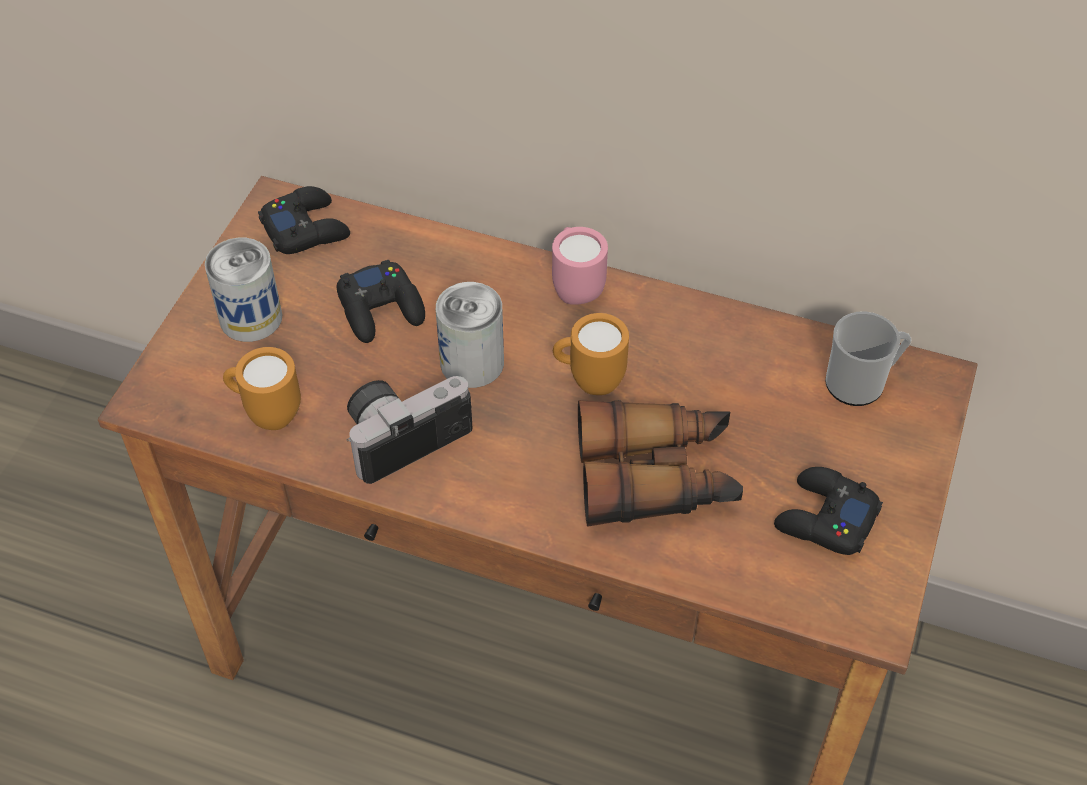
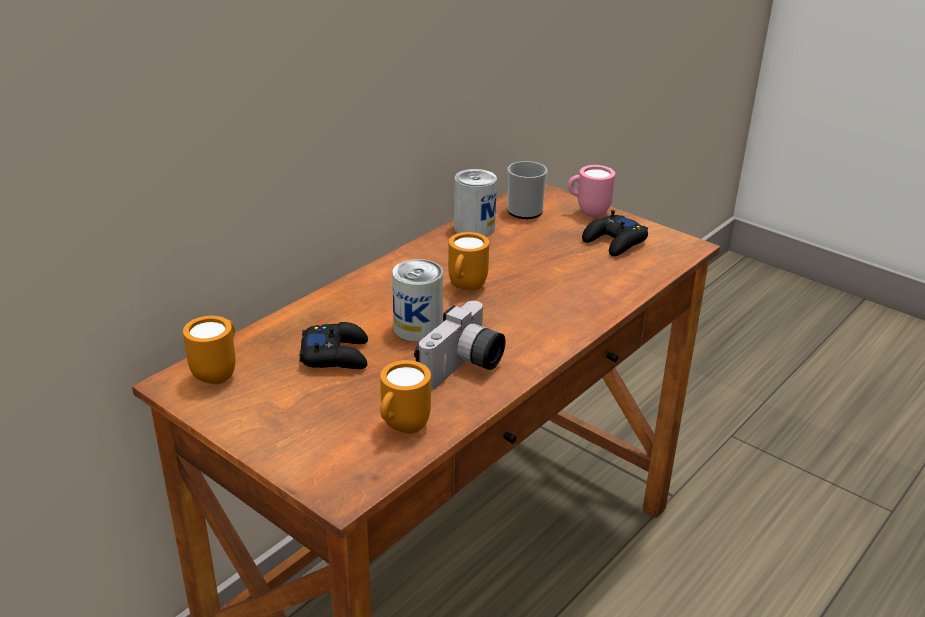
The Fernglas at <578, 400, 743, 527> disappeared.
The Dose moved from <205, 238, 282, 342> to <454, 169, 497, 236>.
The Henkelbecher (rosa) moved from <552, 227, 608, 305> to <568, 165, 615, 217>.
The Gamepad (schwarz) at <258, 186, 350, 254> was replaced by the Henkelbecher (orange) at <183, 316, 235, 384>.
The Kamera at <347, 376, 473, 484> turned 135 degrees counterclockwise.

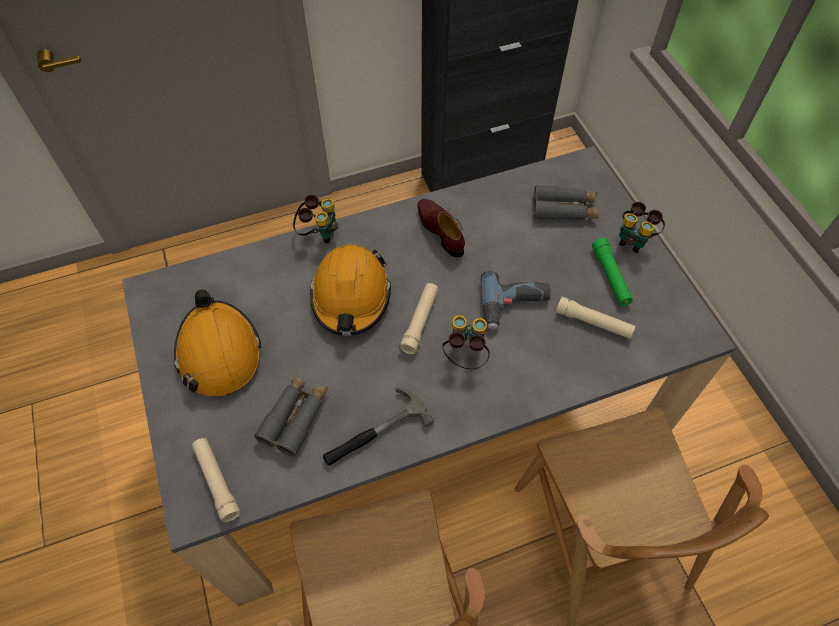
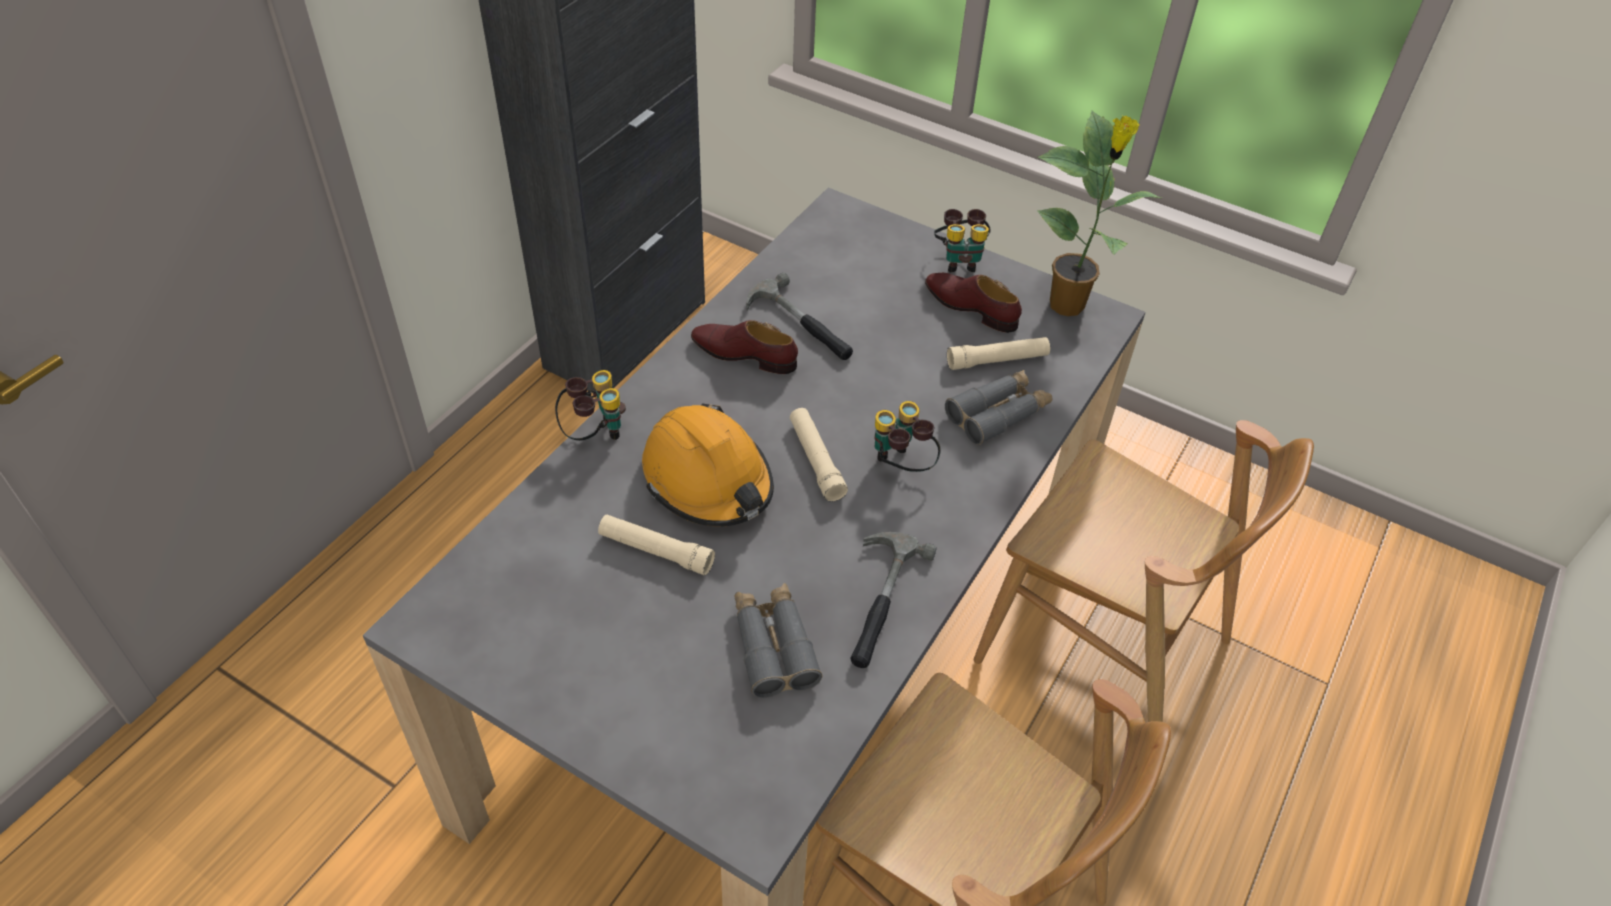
The Schutzhelm (orange) at <174, 289, 262, 397> disappeared.
The Bohrmaschine at <481, 271, 551, 330> disappeared.
The Hammer at <746, 273, 853, 360> appeared.
The Topfpflanze at <1037, 110, 1162, 316> appeared.
The Taschenlampe (beige) moved from <192, 438, 241, 523> to <598, 515, 715, 575>.
The Fernglas (grau) moved from <533, 185, 599, 220> to <945, 370, 1052, 445>.
The Taschenlampe (grün) at <592, 238, 633, 306> was replaced by the Schuh (braun) at <925, 273, 1022, 333>.

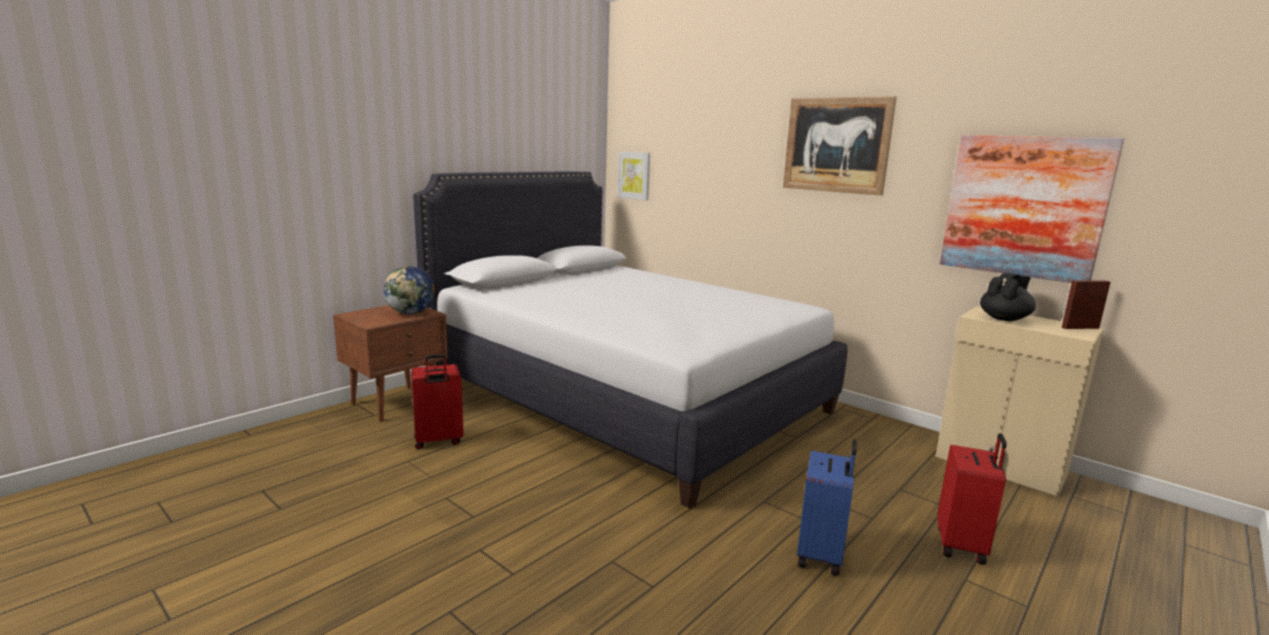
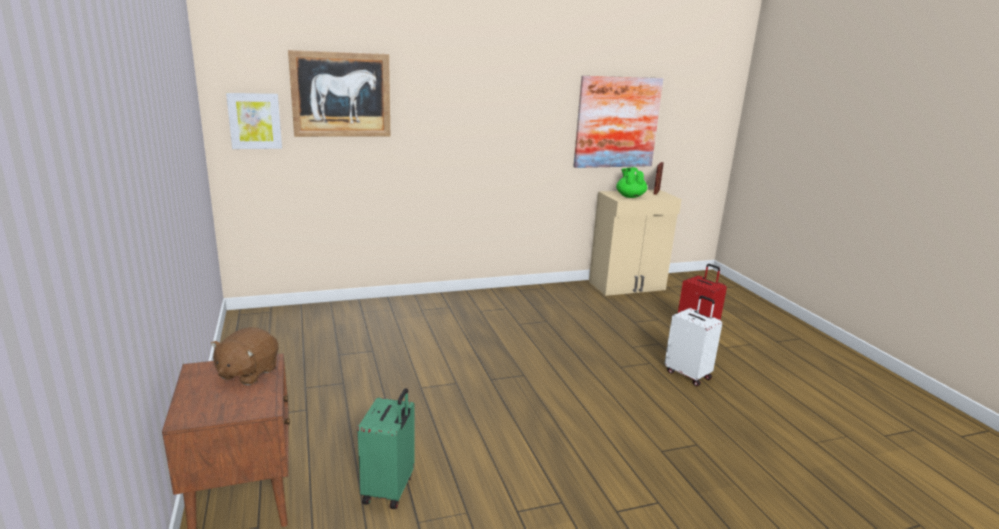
The Bett (weiß) at <413, 172, 847, 509> disappeared.
The Bild moved from <783, 96, 897, 196> to <288, 50, 390, 137>.
The Globus at <384, 266, 434, 314> was replaced by the Plüschtier (braun) at <211, 327, 278, 385>.
The Koffer (rot) at <411, 354, 464, 450> became the Koffer (grün) at <358, 388, 415, 509>.
The Koffer (blau) at <797, 439, 857, 576> became the Koffer (weiß) at <665, 295, 722, 386>.
The Teekanne (schwarz) at <980, 273, 1036, 321> became the Teekanne (grün) at <616, 167, 647, 198>.

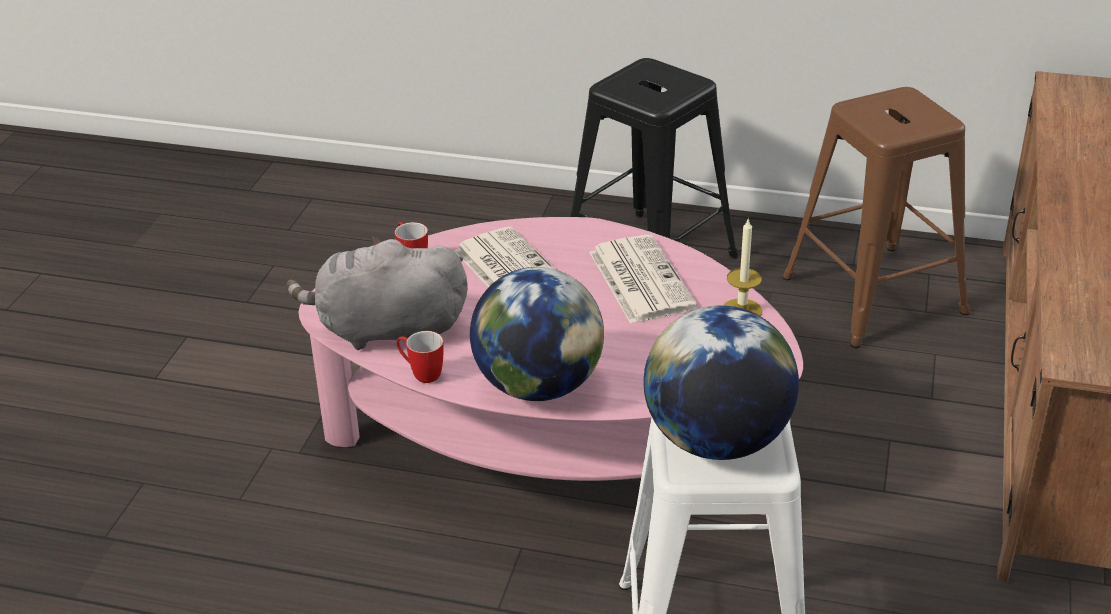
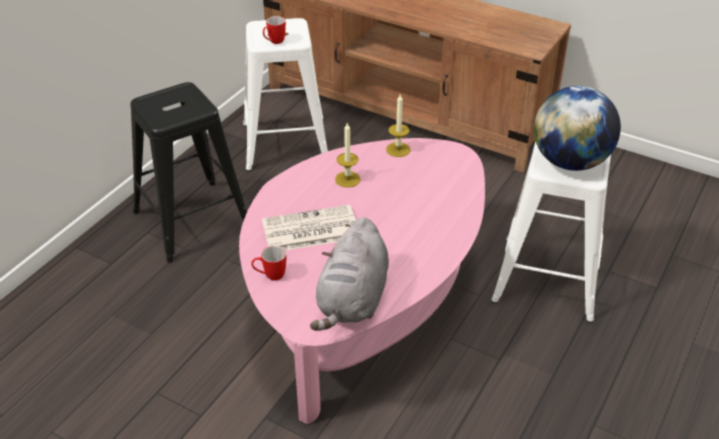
The Globus at <470, 267, 604, 401> disappeared.
The Henkelbecher moved from <397, 331, 444, 383> to <263, 16, 286, 44>.
The Zeitung at <589, 235, 697, 323> was replaced by the Kerze at <335, 123, 361, 188>.
The Hocker (braun) at <782, 87, 970, 348> became the Hocker (weiß) at <243, 18, 328, 171>.

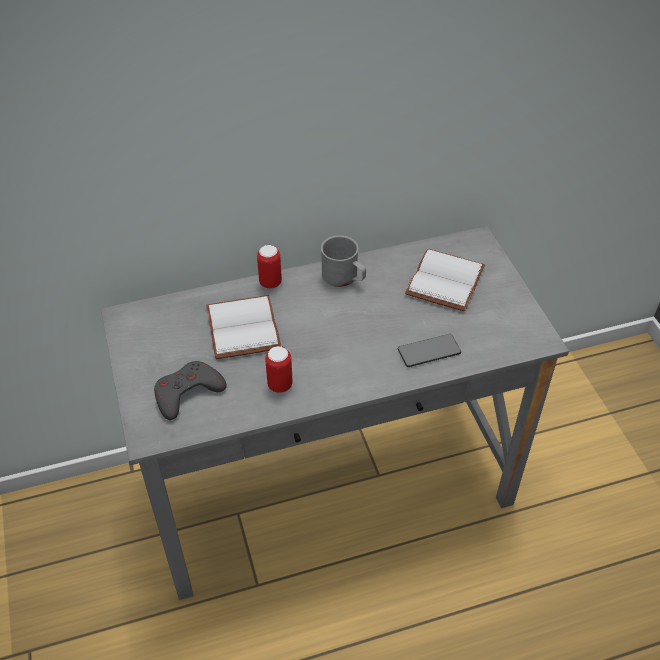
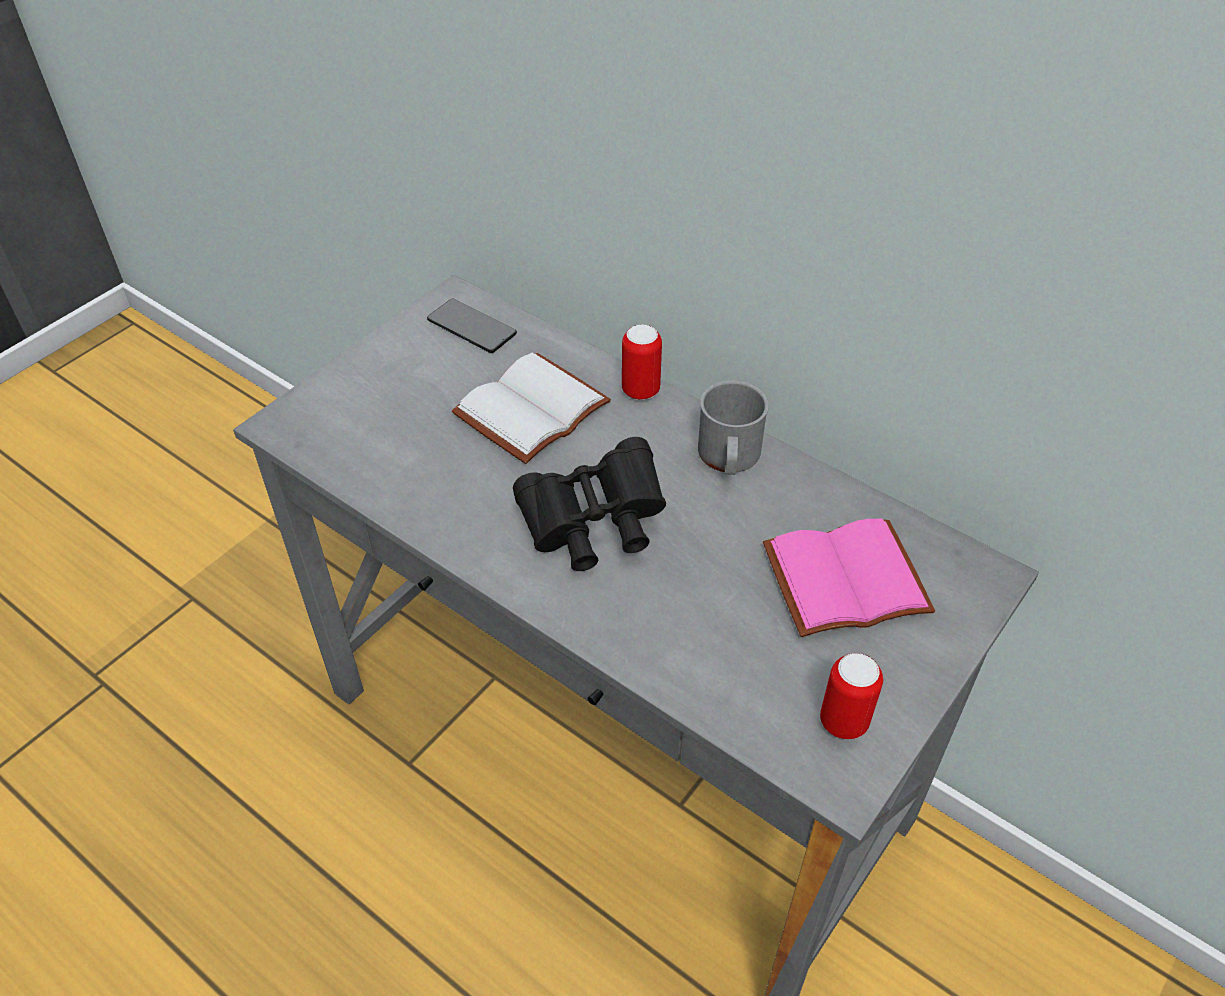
The Gamepad (grau) at <154, 361, 227, 420> disappeared.
The Fernglas (schwarz) at <513, 437, 666, 571> appeared.
The Dose moved from <265, 346, 293, 393> to <820, 653, 883, 740>.
The Handy moved from <398, 334, 461, 367> to <427, 299, 517, 353>.
The Buch (weiß) at <405, 249, 485, 311> became the Buch (rosa) at <763, 519, 935, 637>.

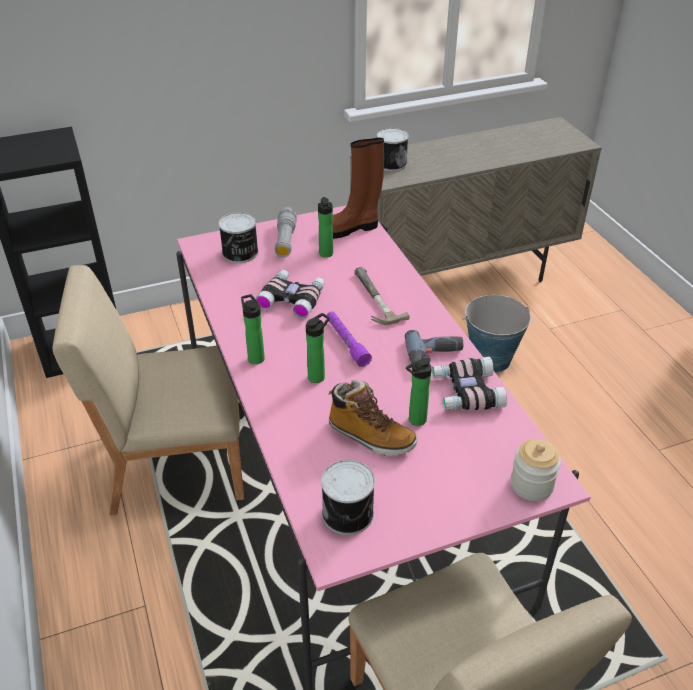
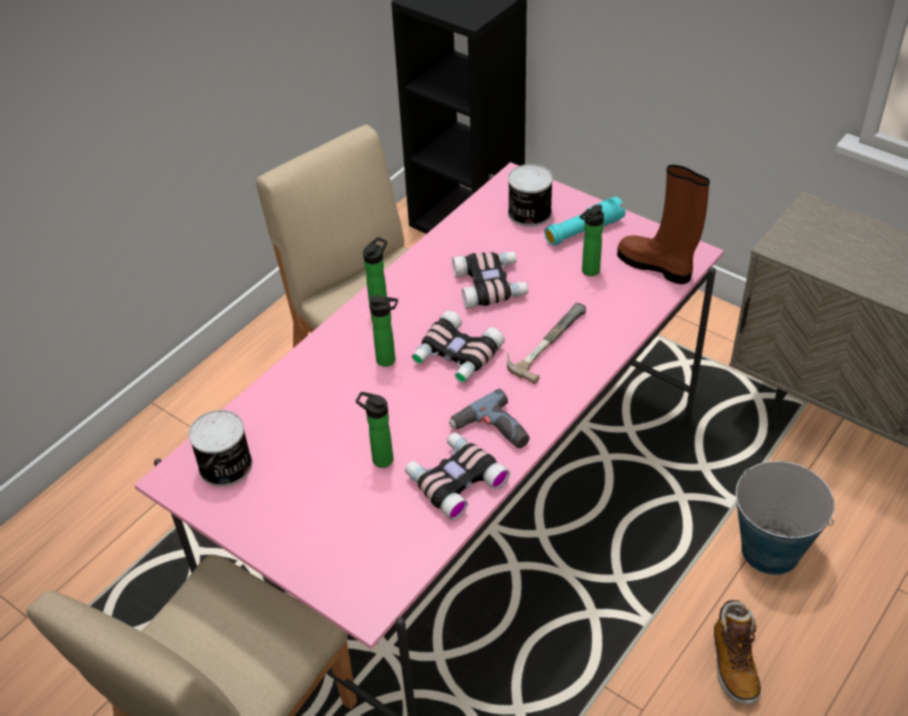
The Dose at <377, 128, 409, 172> disappeared.
The Vorratsglas at <510, 439, 561, 501> disappeared.
The Stiefel moved from <329, 380, 417, 455> to <714, 600, 761, 705>.
The Taschenlampe (lila) at <327, 312, 372, 367> was replaced by the Fernglas at <412, 310, 505, 383>.
The Taschenlampe (grau) at <275, 207, 297, 258> became the Taschenlampe (türkis) at <544, 197, 626, 246>.

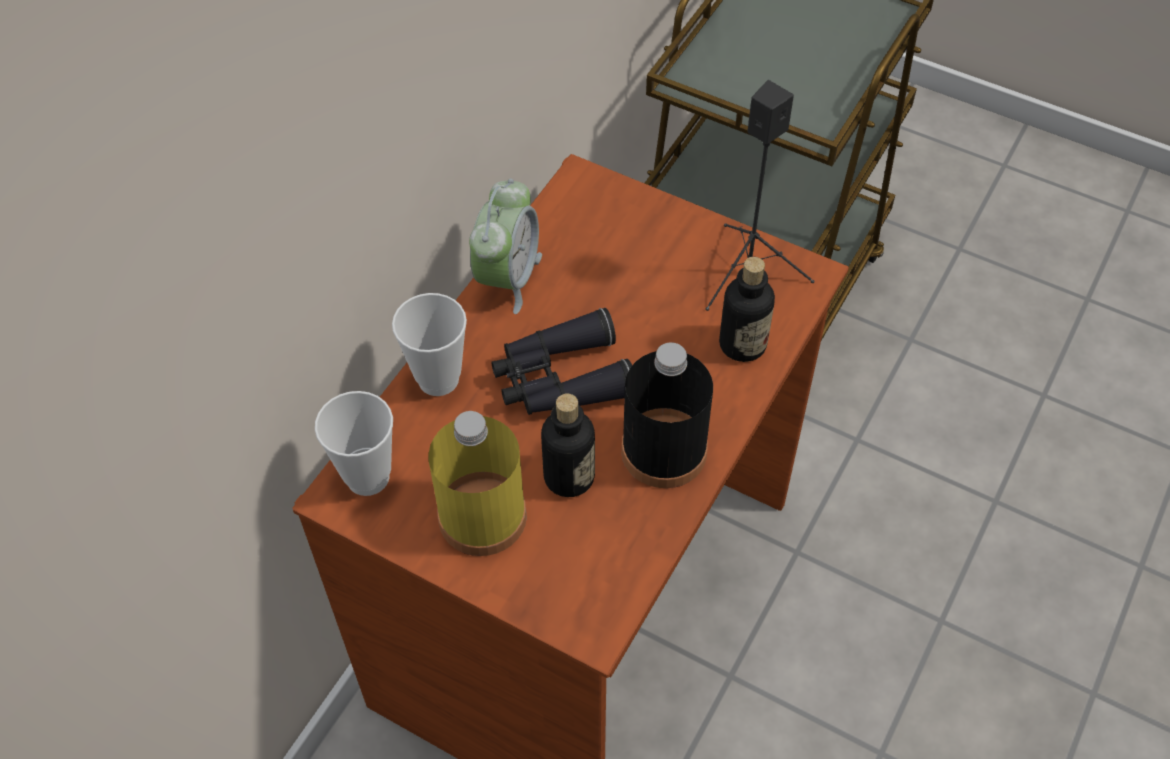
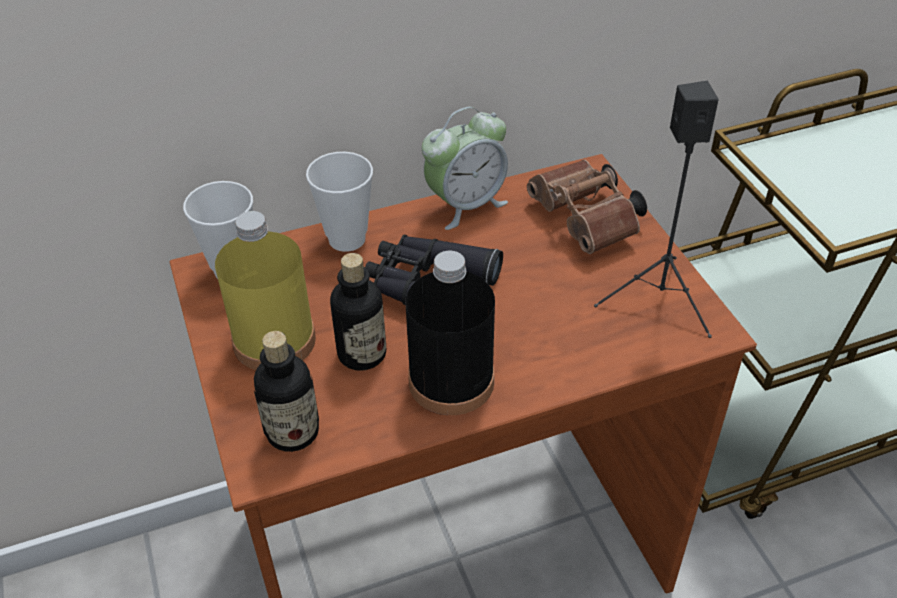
The Fernglas (braun) at <527, 160, 647, 254> appeared.
The Flasche moved from <719, 257, 775, 362> to <254, 331, 319, 452>.

